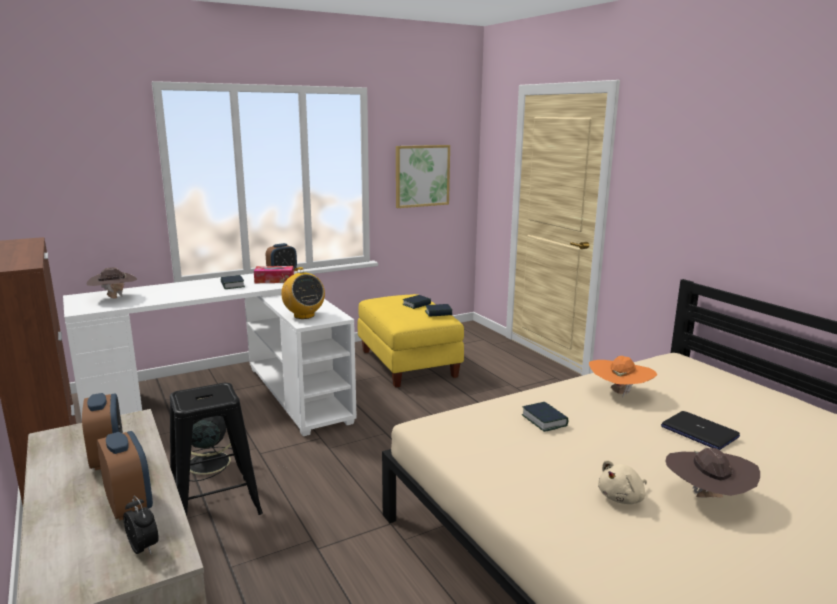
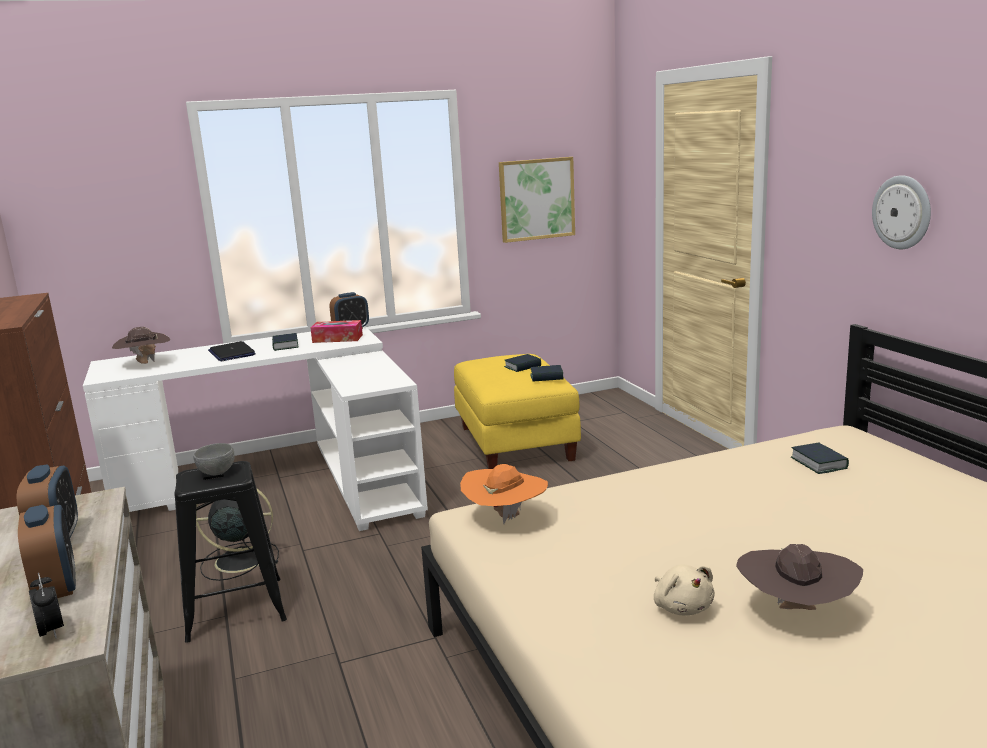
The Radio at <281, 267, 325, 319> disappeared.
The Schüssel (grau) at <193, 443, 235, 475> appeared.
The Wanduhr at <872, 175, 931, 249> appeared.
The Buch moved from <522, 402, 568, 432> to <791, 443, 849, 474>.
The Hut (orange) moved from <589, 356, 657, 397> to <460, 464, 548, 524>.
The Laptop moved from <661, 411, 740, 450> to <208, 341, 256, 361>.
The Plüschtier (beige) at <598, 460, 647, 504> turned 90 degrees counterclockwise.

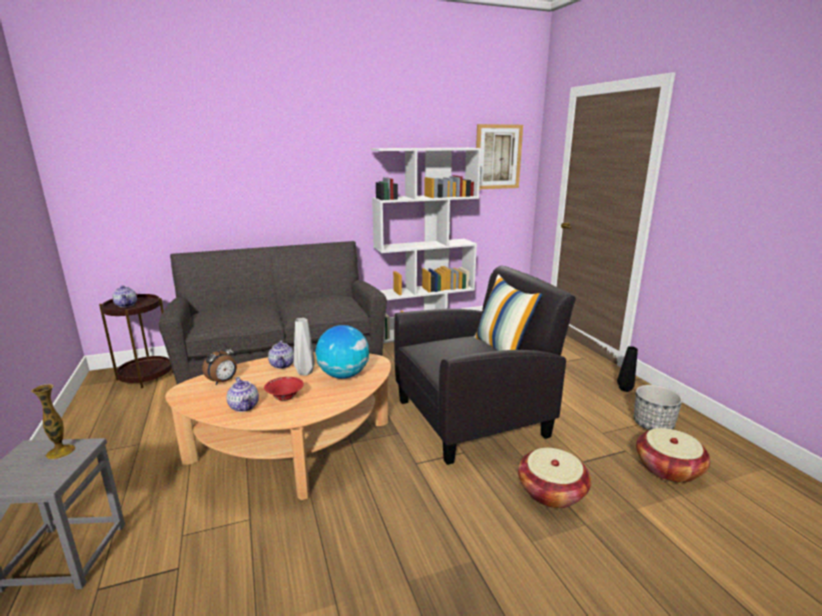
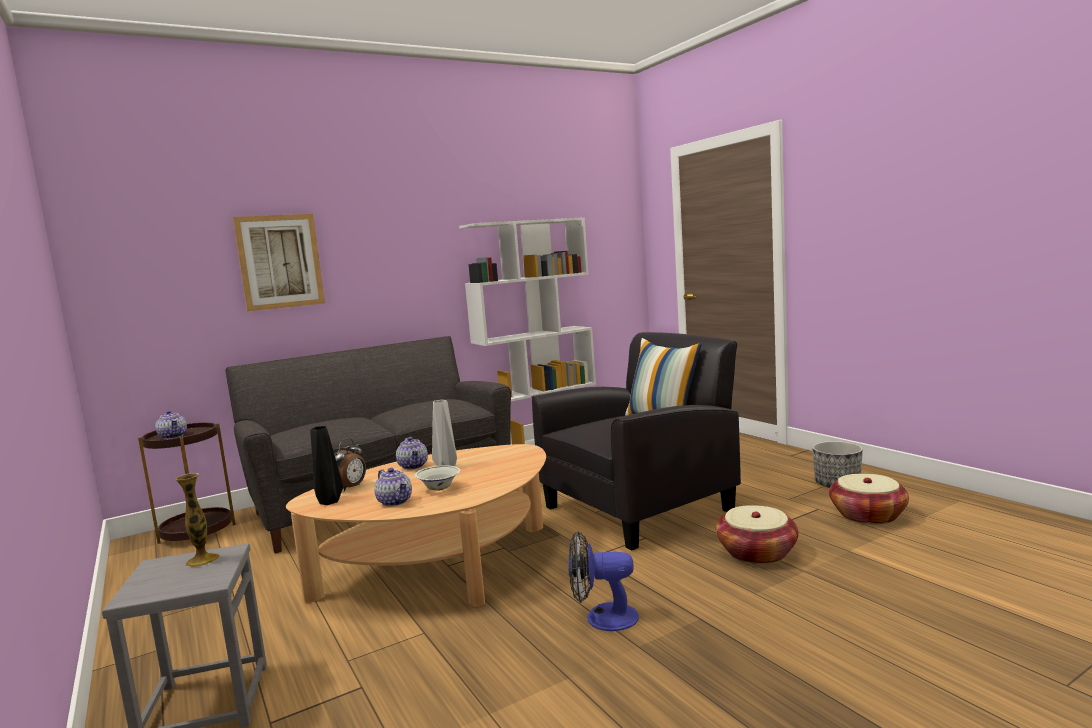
The Globus at <316, 325, 369, 379> disappeared.
The Ventilator at <568, 531, 639, 631> appeared.
The Bild moved from <476, 124, 523, 189> to <233, 214, 325, 311>.
The Vase (schwarz) moved from <617, 346, 638, 392> to <310, 426, 343, 505>.
The Schüssel (rot) at <264, 377, 304, 401> became the Schüssel (weiß) at <414, 465, 461, 491>.

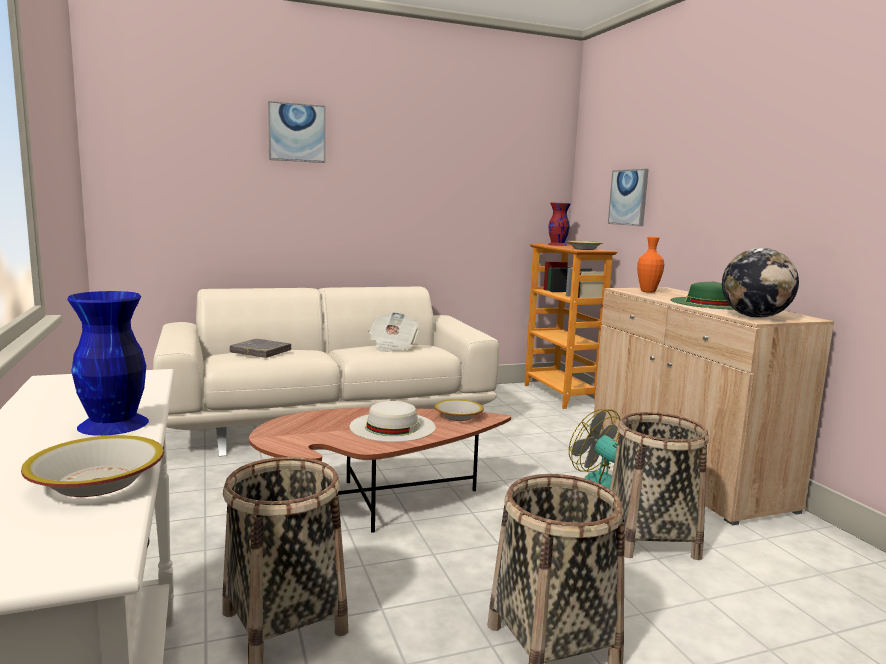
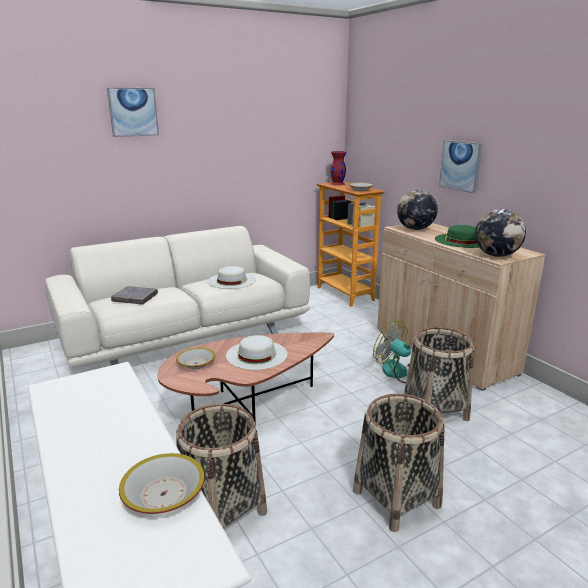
The Vase (blau) at <67, 291, 149, 436> disappeared.
The Schüssel moved from <435, 399, 484, 421> to <176, 348, 215, 369>.
The Bild moved from <608, 169, 649, 226> to <439, 140, 483, 193>.
The Zeitung at <368, 312, 420, 352> was replaced by the Hut (weiß) at <208, 266, 256, 289>.
The Vase (orange) at <637, 236, 664, 293> was replaced by the Globus at <397, 190, 438, 230>.

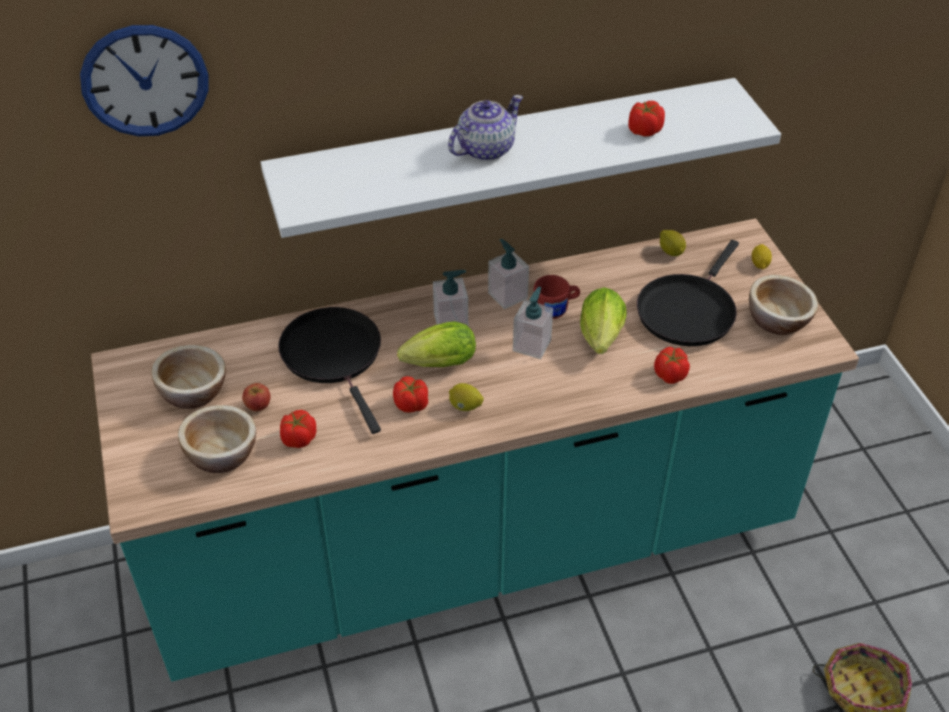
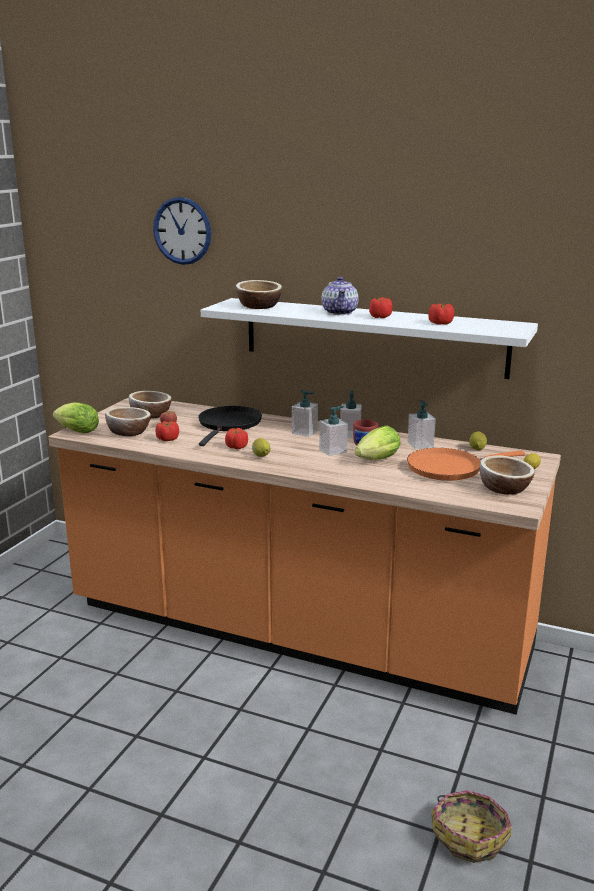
The Schüssel at <236, 280, 282, 309> appeared.
The Seifenspender at <407, 400, 436, 449> appeared.
The Salatkopf moved from <397, 321, 476, 367> to <53, 402, 99, 433>.
The Tomate moved from <654, 347, 690, 384> to <369, 297, 393, 318>.
The Küchenzeile (türkis) at <91, 219, 859, 682> became the Küchenzeile (orange) at <49, 397, 561, 715>.
The Pfanne (schwarz) at <637, 240, 739, 346> became the Pfanne (orange) at <407, 448, 525, 481>.
The Teekanne at <448, 95, 523, 161> turned 90 degrees clockwise.

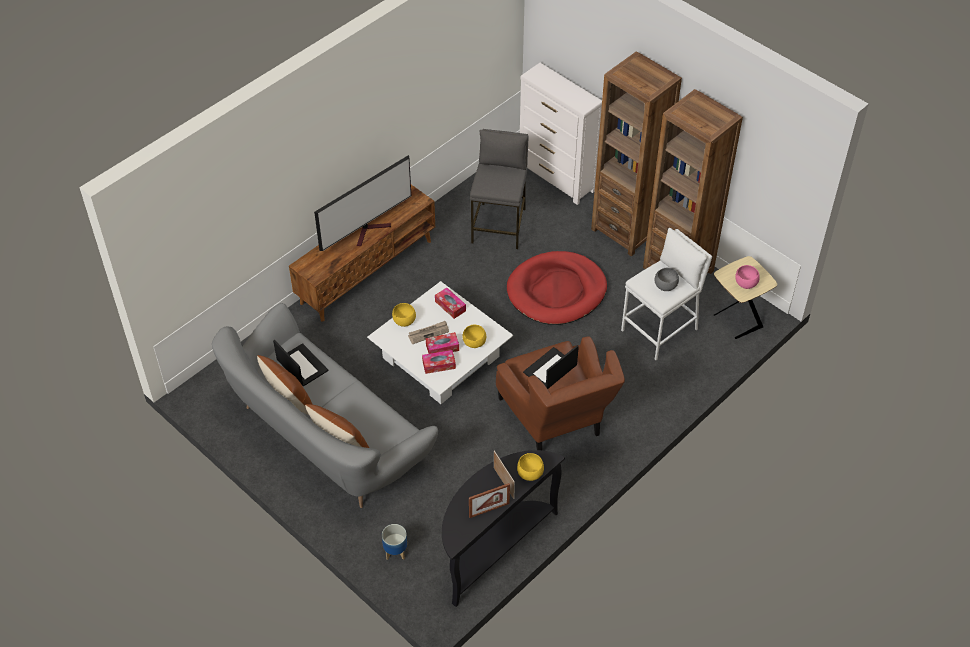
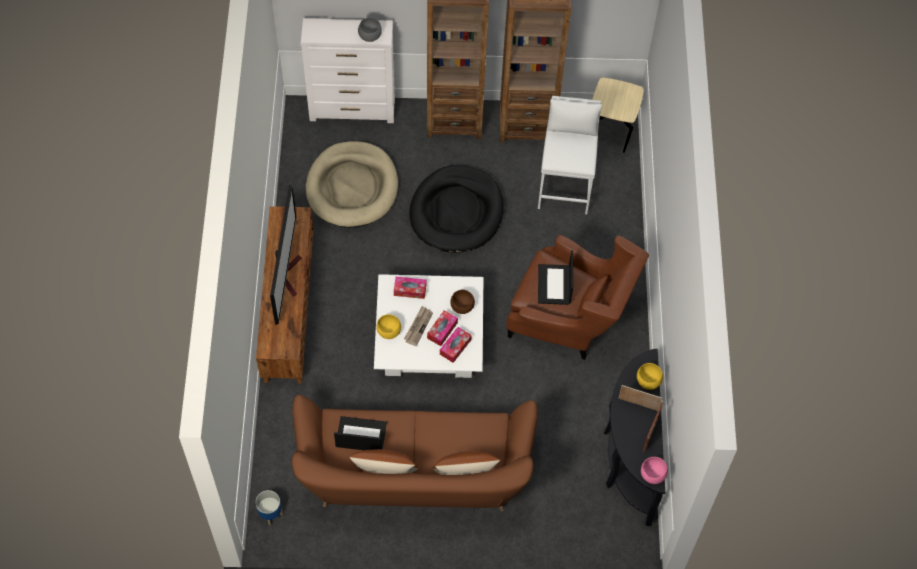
The Pflanzkübel moved from <382, 524, 407, 560> to <255, 490, 283, 525>.
The Schüssel (grau) moved from <654, 267, 679, 291> to <358, 17, 382, 42>.
The Schüssel (rosa) moved from <735, 265, 760, 289> to <641, 457, 668, 484>.
The Hocker (grau) at <470, 129, 528, 249> was replaced by the Hundebett (beige) at <306, 141, 398, 228>.
The Sofa (grau) at <212, 303, 438, 508> became the Sofa (braun) at <292, 395, 538, 511>.
The Schüssel (gelb) at <462, 325, 486, 348> became the Schüssel (braun) at <450, 290, 475, 314>.
The Hundebett (rot) at <507, 251, 607, 325> became the Hundebett (schwarz) at <409, 165, 504, 253>.

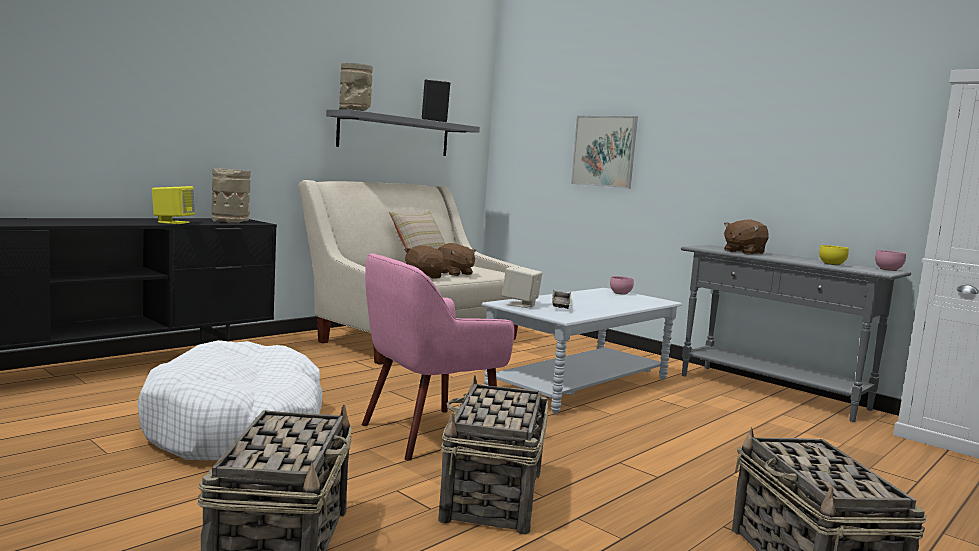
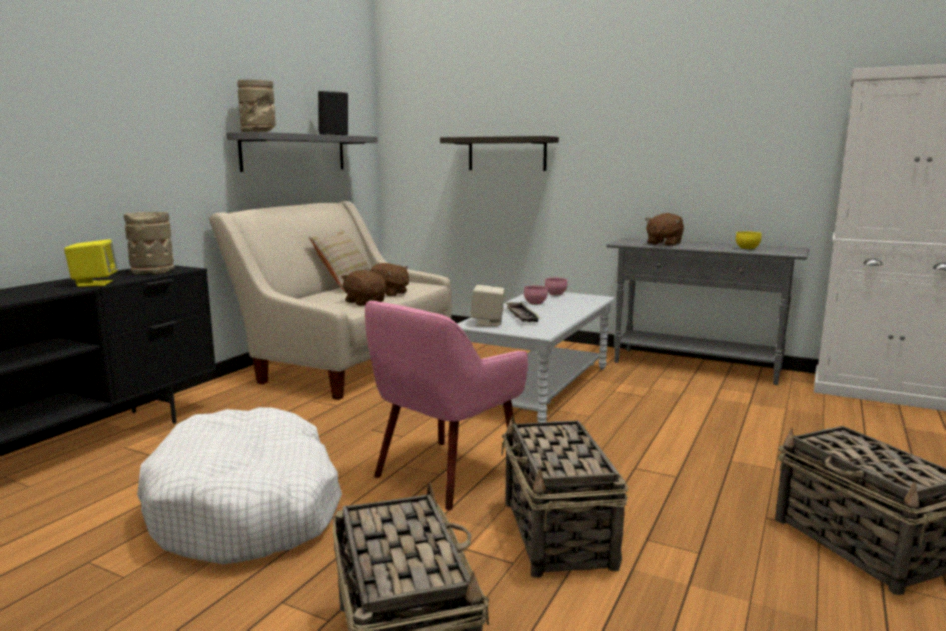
The Schüssel (rosa) moved from <875, 250, 906, 271> to <524, 285, 548, 305>.
The Bild at <571, 116, 638, 189> was replaced by the Wandregal at <440, 136, 559, 171>.

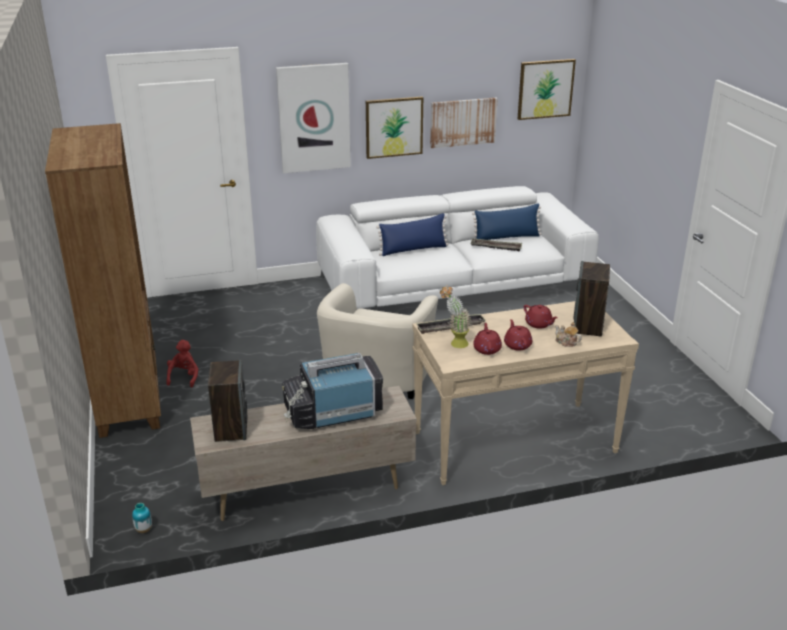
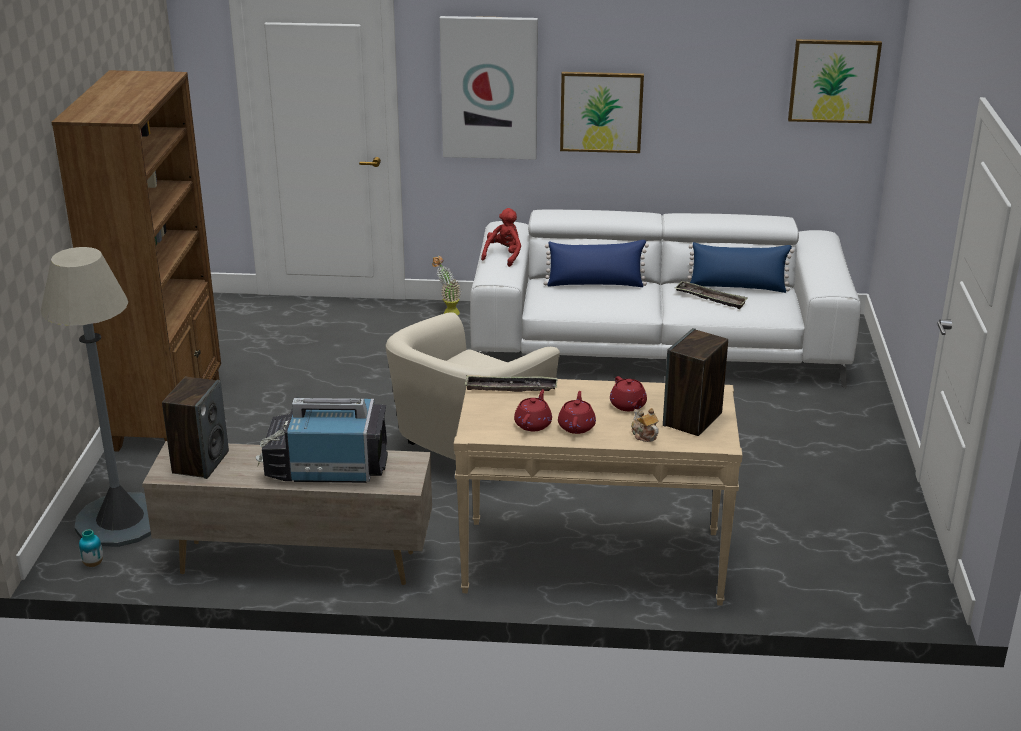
The Bild at <430, 98, 498, 148> disappeared.
The Stehlampe (grau) at <41, 247, 151, 547> appeared.
The Plüschtier (rot) moved from <166, 340, 198, 387> to <481, 208, 521, 267>.
The Topfpflanze moved from <440, 285, 471, 348> to <432, 256, 461, 316>.

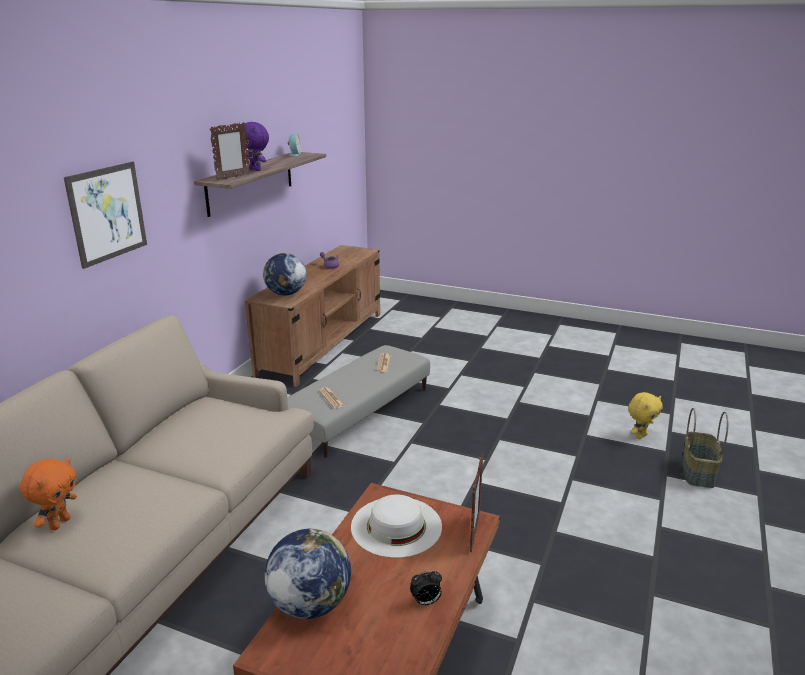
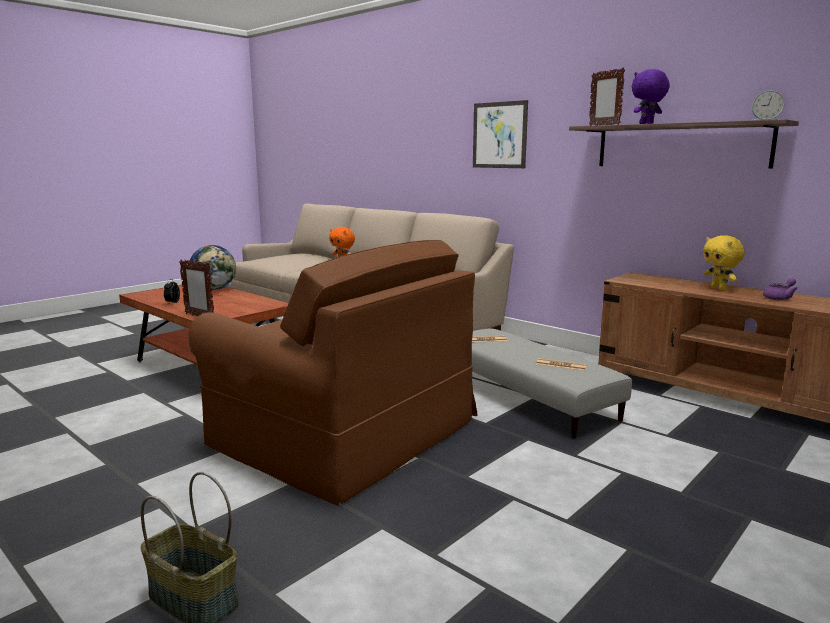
The Globus at <263, 253, 306, 295> disappeared.
The Hut (weiß) at <351, 495, 442, 558> disappeared.
The Sessel (braun) at <188, 240, 478, 506> appeared.
The Plüschtier (gelb) moved from <628, 392, 663, 439> to <703, 235, 745, 291>.

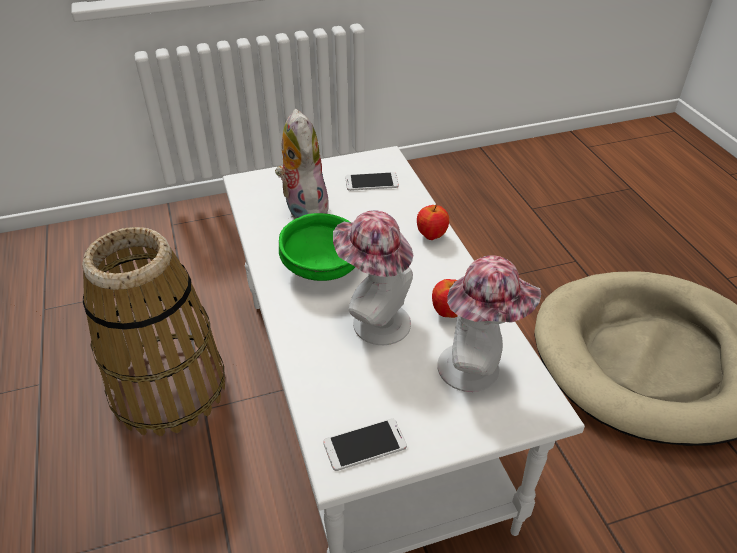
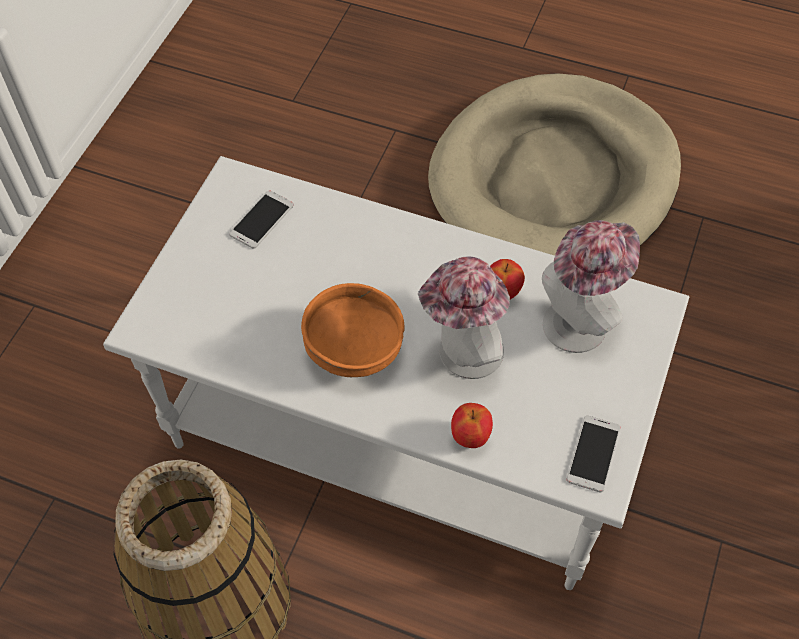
The Plüschtier at <275, 109, 329, 219> disappeared.
The Apfel moved from <417, 205, 449, 240> to <451, 403, 493, 448>.
The Schüssel (grün) at <279, 213, 355, 281> became the Schüssel (orange) at <301, 283, 404, 377>.

